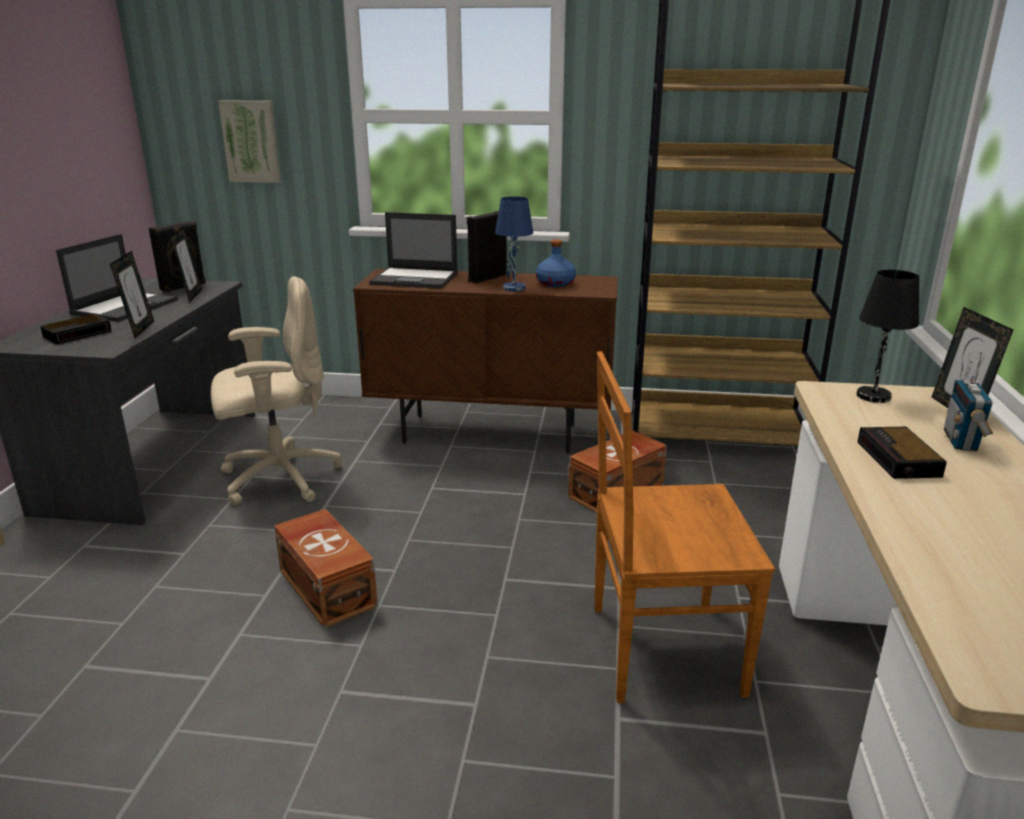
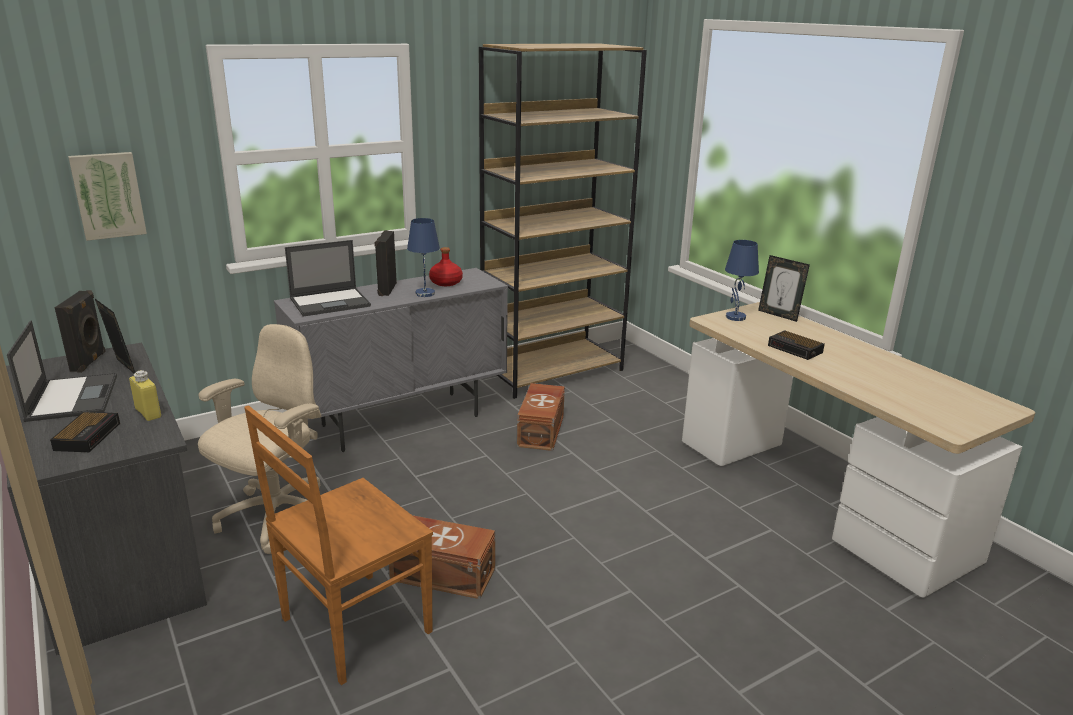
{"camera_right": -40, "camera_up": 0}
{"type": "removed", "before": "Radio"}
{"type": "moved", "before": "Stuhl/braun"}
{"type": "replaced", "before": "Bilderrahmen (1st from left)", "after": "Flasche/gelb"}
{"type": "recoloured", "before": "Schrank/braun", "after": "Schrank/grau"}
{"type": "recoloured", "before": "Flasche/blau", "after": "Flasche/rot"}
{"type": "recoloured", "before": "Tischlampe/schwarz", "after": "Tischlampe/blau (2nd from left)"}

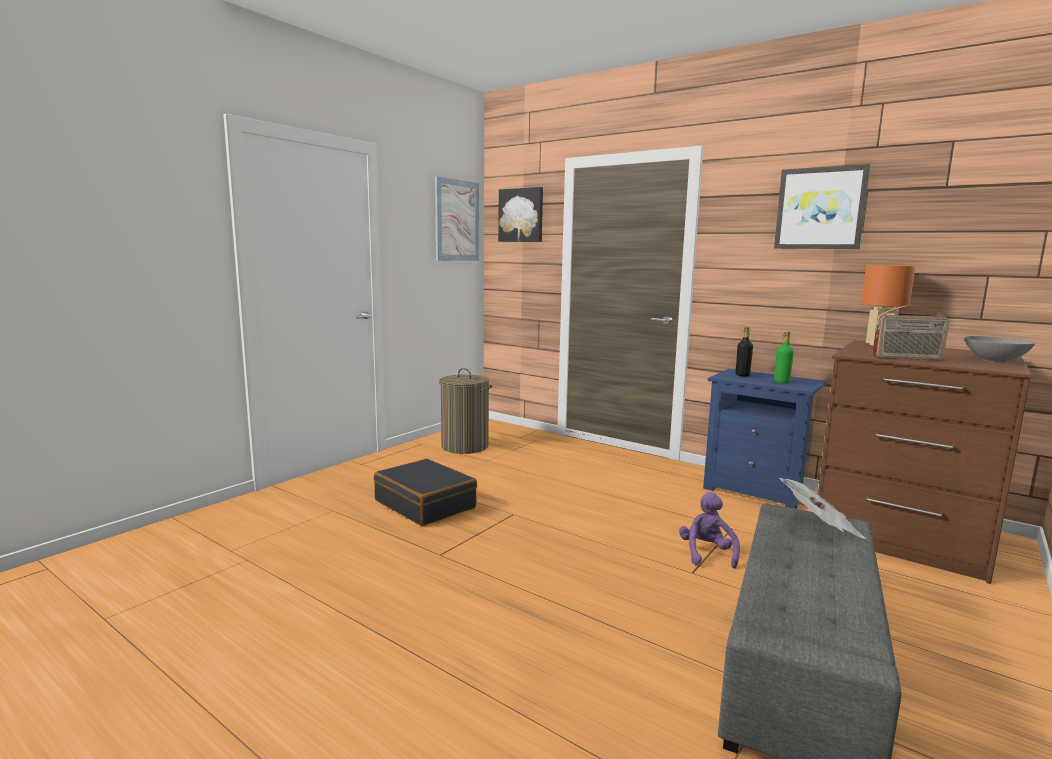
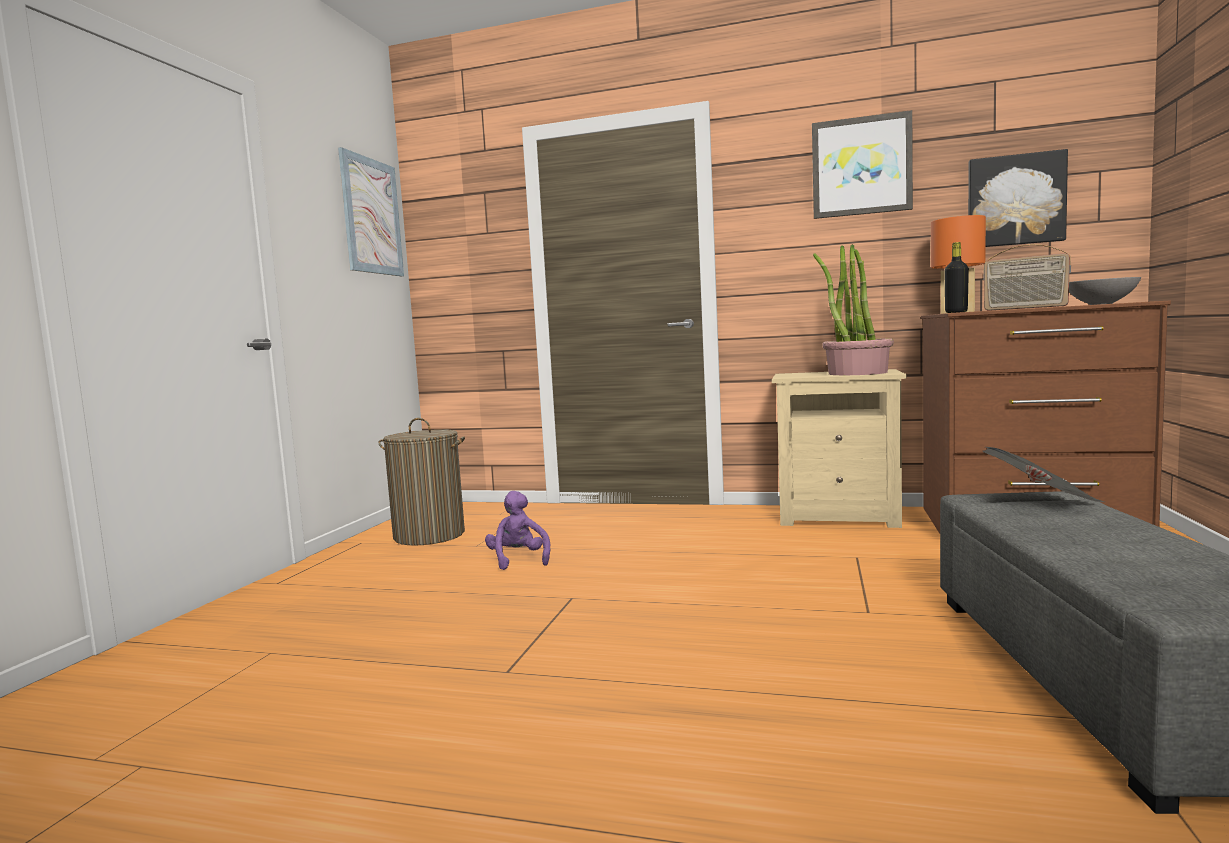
{"camera_right": -20, "camera_up": -5}
{"type": "removed", "before": "Koffer/schwarz"}
{"type": "moved", "before": "Bild (2nd from left in the first image)", "after": "Bild (3rd from left)"}
{"type": "moved", "before": "Plüschtier/lila"}
{"type": "moved", "before": "Flasche/schwarz"}
{"type": "replaced", "before": "Flasche/grün", "after": "Topfpflanze"}
{"type": "recoloured", "before": "Nachttisch/blau", "after": "Nachttisch/beige"}
{"type": "turned", "before": "Radio", "turn": 45}

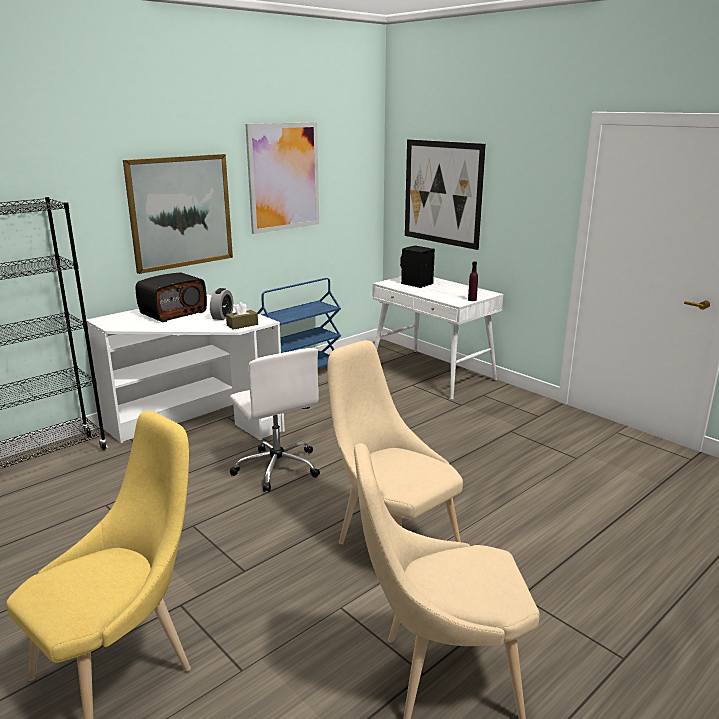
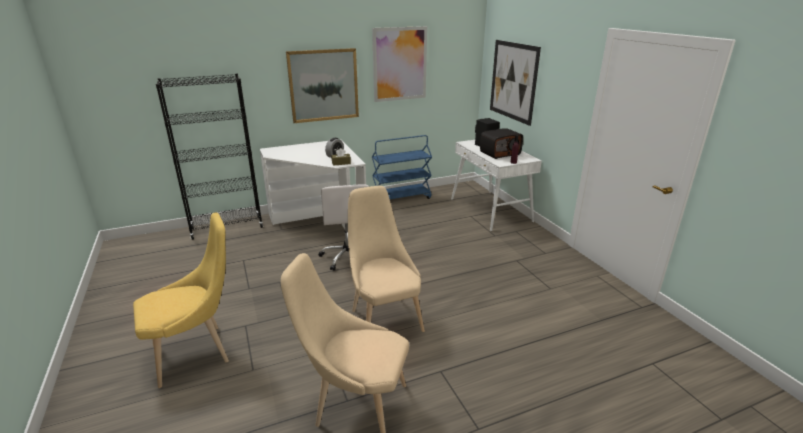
{"camera_right": 20, "camera_up": 5}
{"type": "moved", "before": "Radio"}

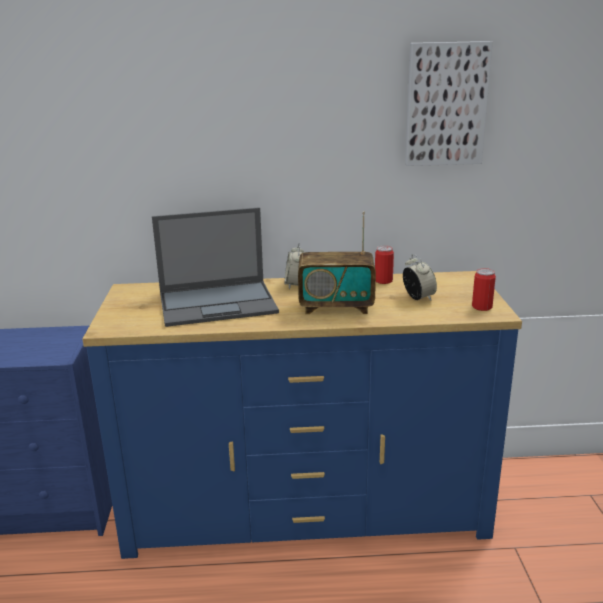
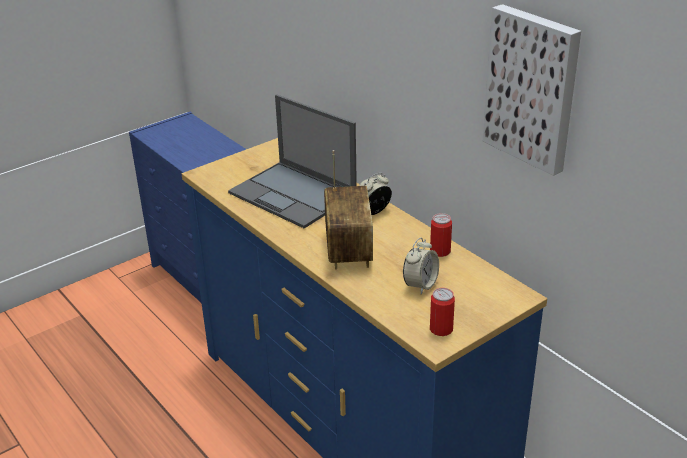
{"camera_right": 55, "camera_up": 10}
{"type": "turned", "before": "Radio", "turn": -150}

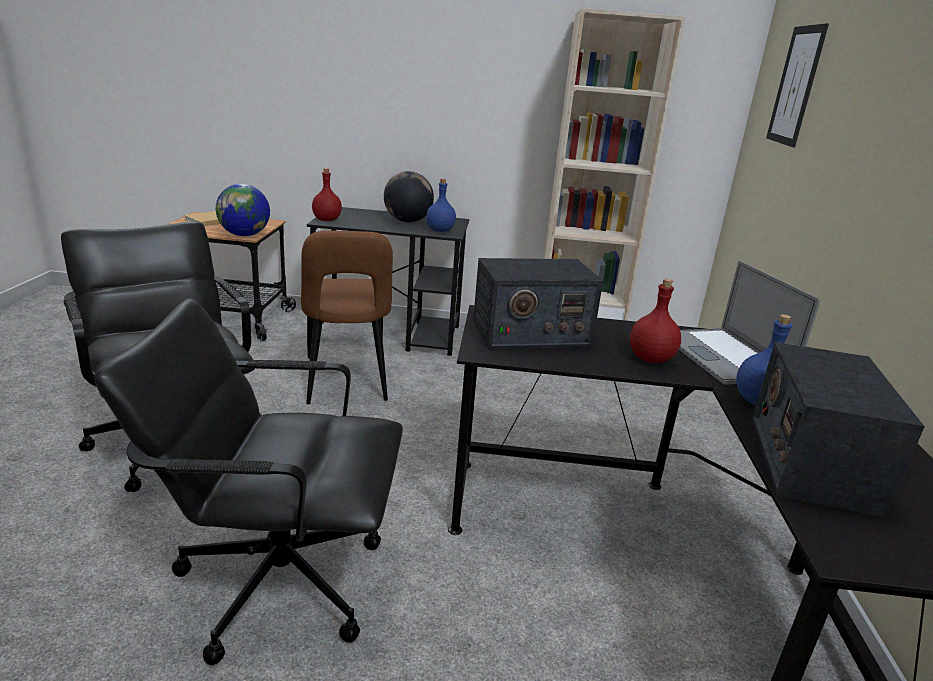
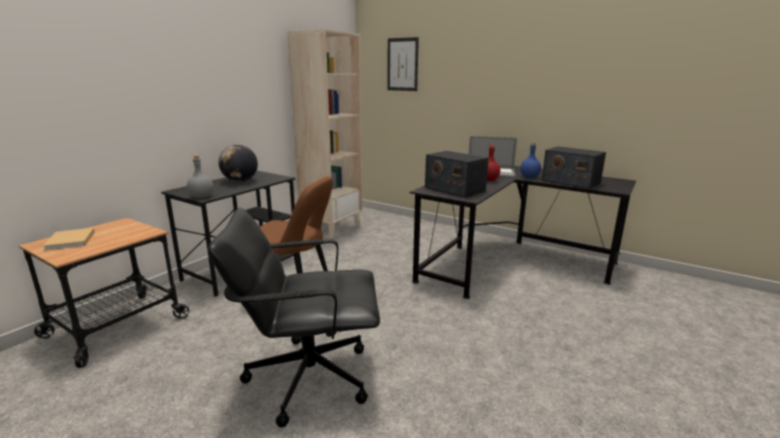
{"camera_right": -60, "camera_up": -5}
{"type": "removed", "before": "Bürostuhl/schwarz (2nd from left)"}
{"type": "removed", "before": "Globus (1st from left)"}
{"type": "removed", "before": "Flasche/blau (1st from left)"}
{"type": "recoloured", "before": "Flasche/rot (1st from left)", "after": "Flasche/grau"}
{"type": "turned", "before": "Radio (1st from left)", "turn": 120}

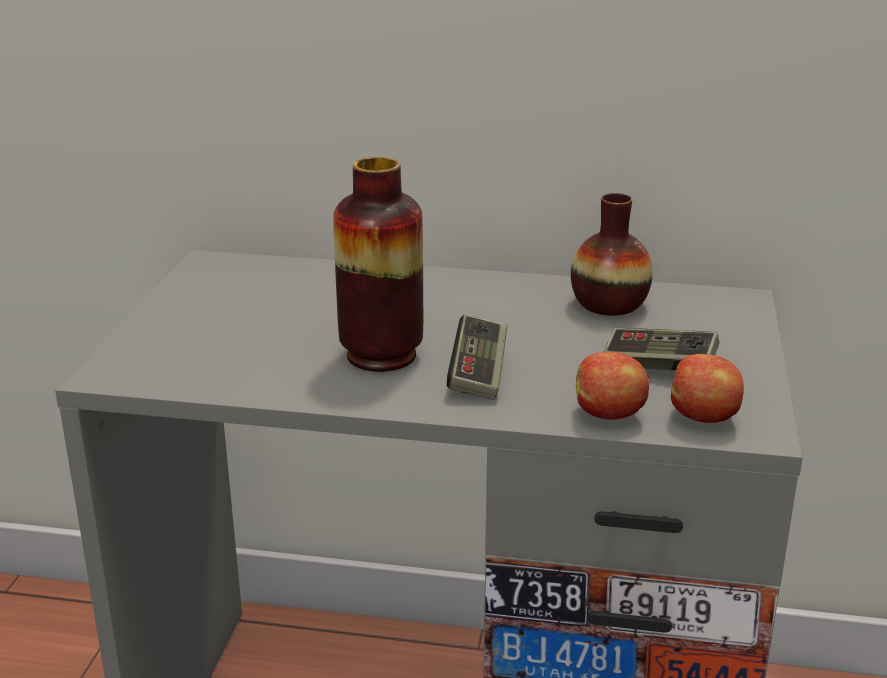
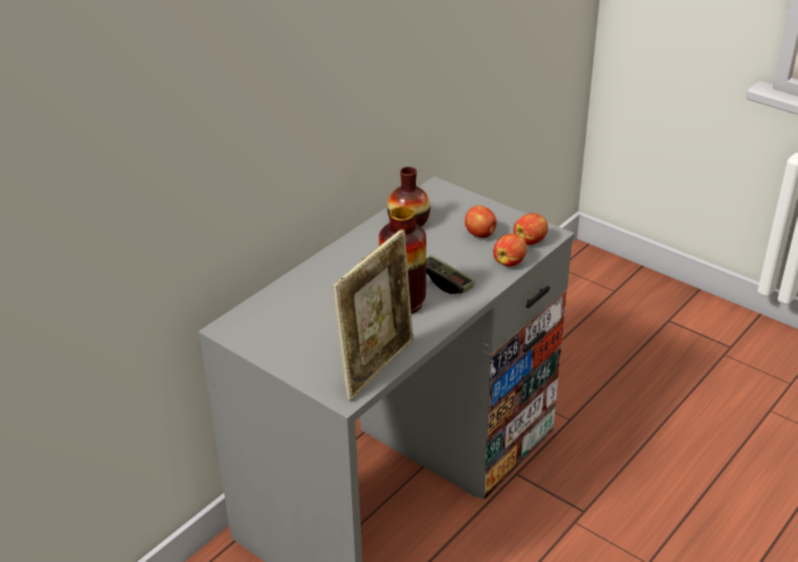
{"camera_right": -60, "camera_up": 10}
{"type": "added", "after": "Bilderrahmen"}
{"type": "replaced", "before": "Gamepad (2nd from left)", "after": "Apfel (1st from left)"}

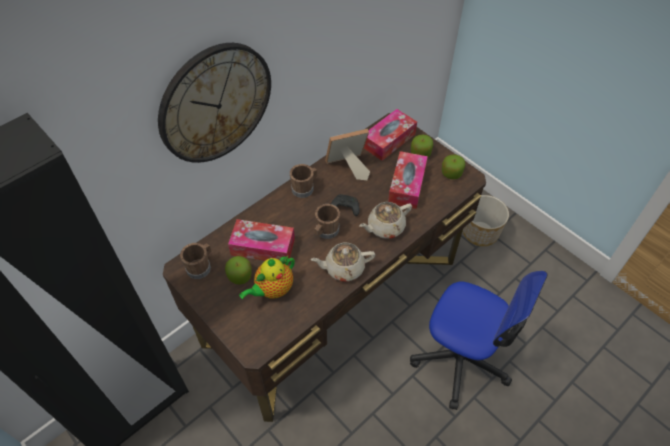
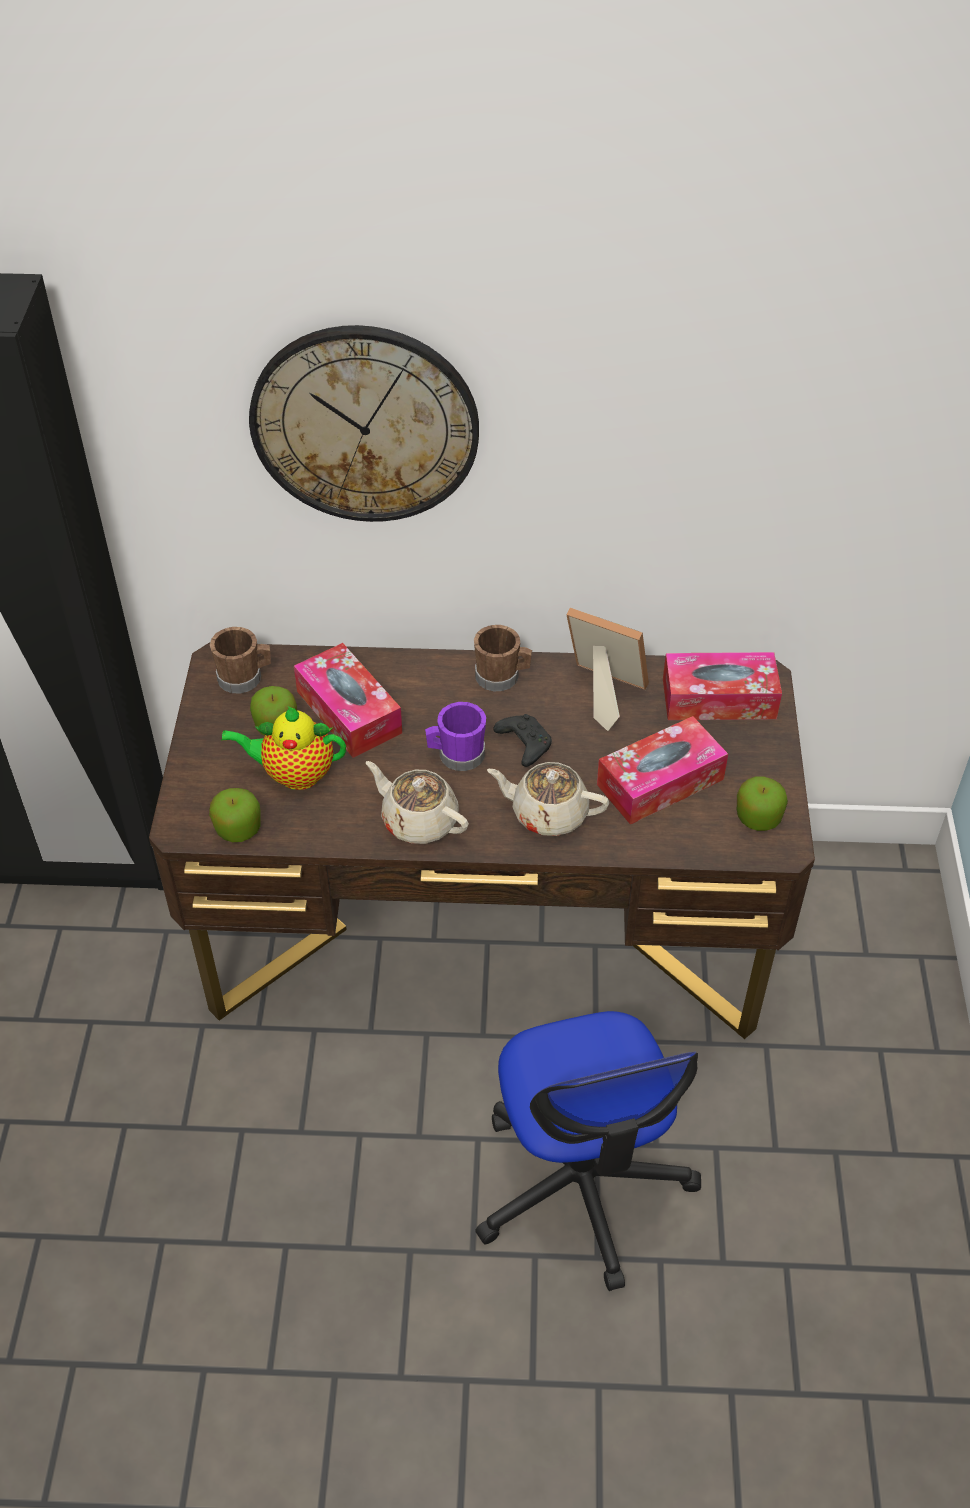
{"camera_right": 45, "camera_up": -5}
{"type": "removed", "before": "Pflanzkübel"}
{"type": "moved", "before": "Apfel (2nd from left in the first image)", "after": "Apfel (1st from left)"}
{"type": "recoloured", "before": "Henkelbecher/braun (3rd from left)", "after": "Henkelbecher/lila"}

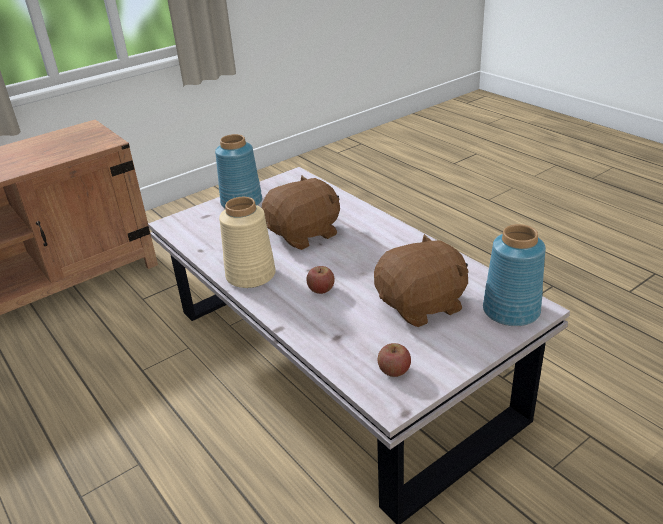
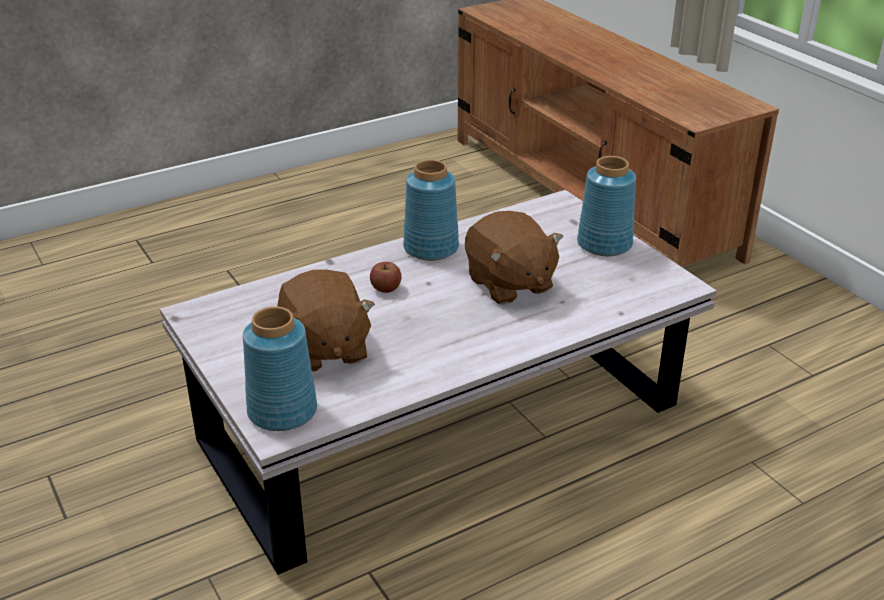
{"camera_right": 95, "camera_up": 0}
{"type": "removed", "before": "Apfel (2nd from left)"}
{"type": "recoloured", "before": "Vase/beige", "after": "Vase/blau (2nd from left)"}

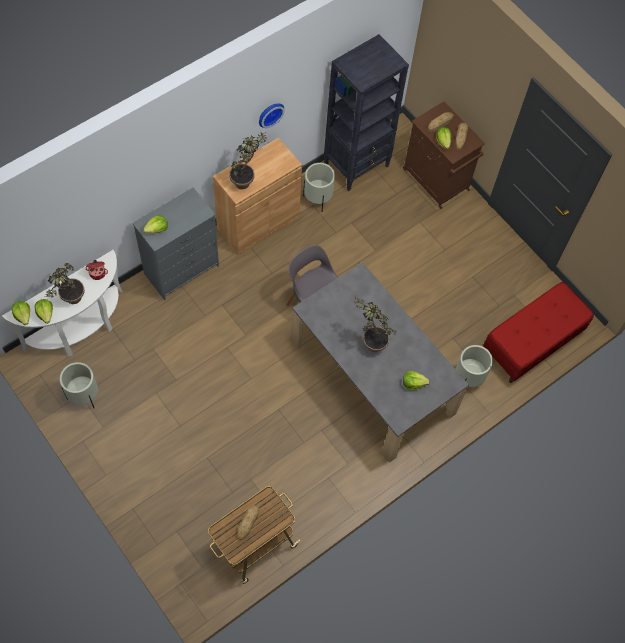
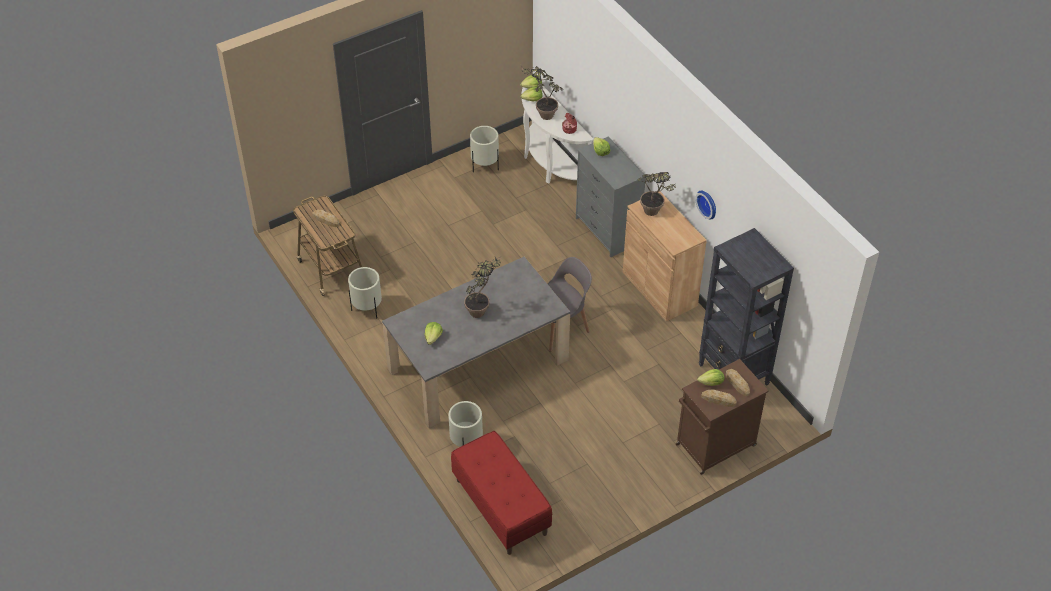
{"camera_right": 100, "camera_up": -15}
{"type": "moved", "before": "Pflanzkübel/beige (2nd from left in the first image)", "after": "Pflanzkübel/beige (1st from left)"}

